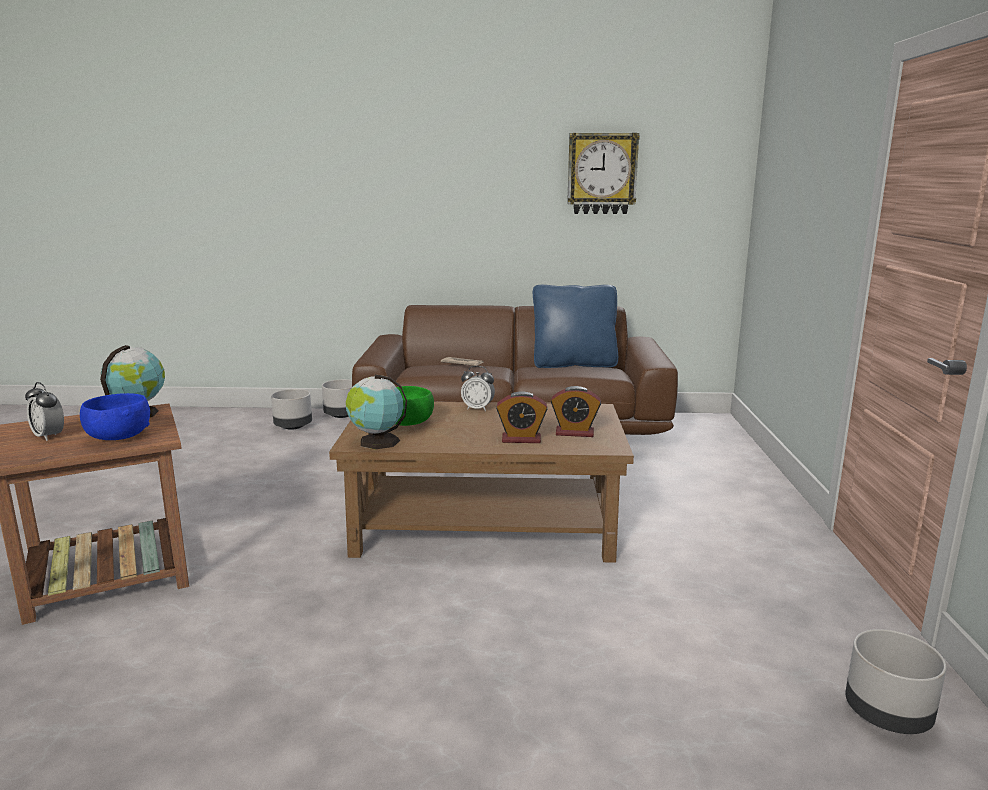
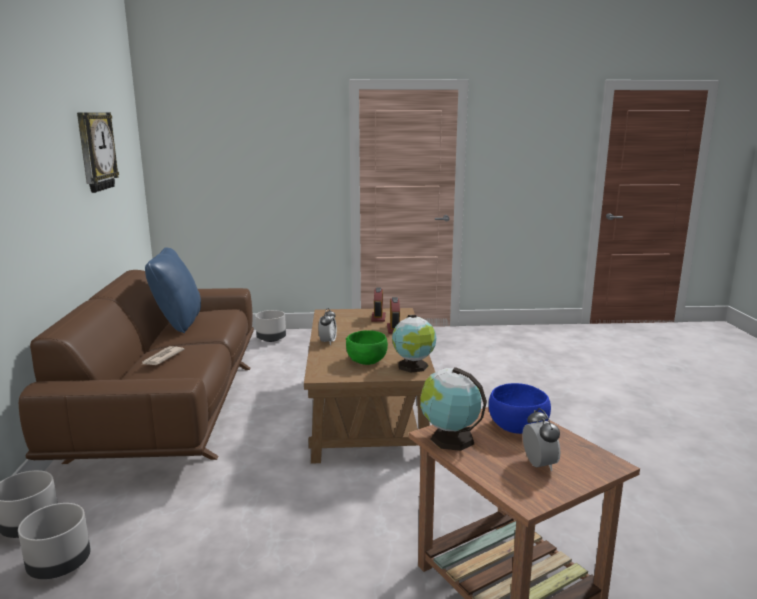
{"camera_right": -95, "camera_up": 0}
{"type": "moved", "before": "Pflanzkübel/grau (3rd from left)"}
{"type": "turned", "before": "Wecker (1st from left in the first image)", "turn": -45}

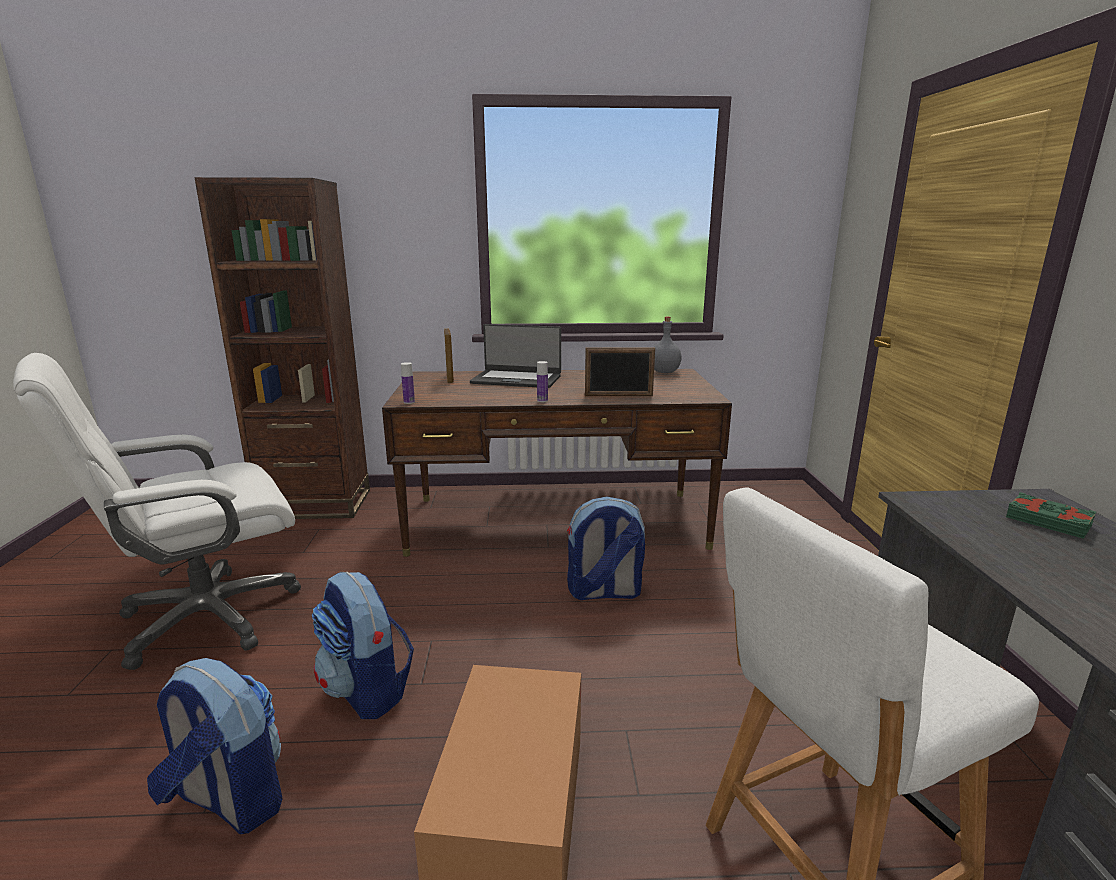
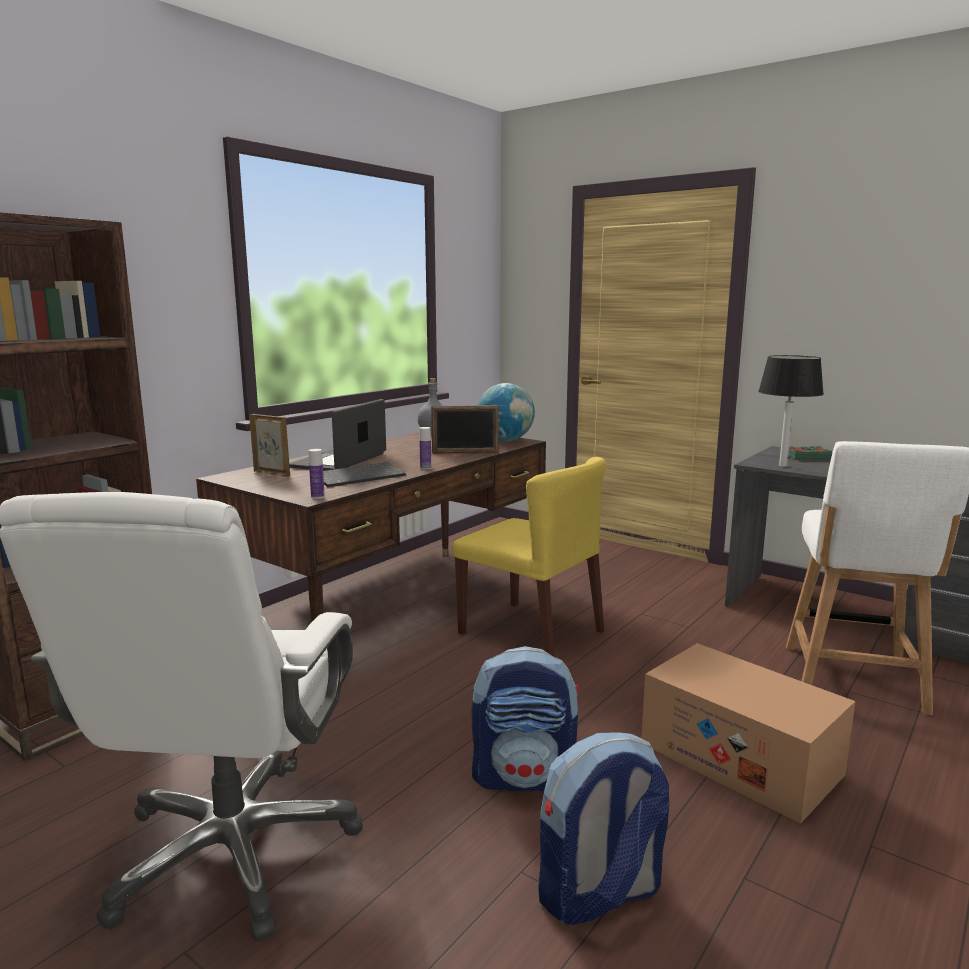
{"camera_right": -50, "camera_up": -5}
{"type": "added", "after": "Tastatur"}
{"type": "added", "after": "Globus"}
{"type": "added", "after": "Tischlampe/schwarz"}
{"type": "replaced", "before": "Rucksack (3rd from left)", "after": "Stuhl/gelb"}
{"type": "turned", "before": "Laptop", "turn": 150}
{"type": "turned", "before": "Bilderrahmen (2nd from left)", "turn": 45}

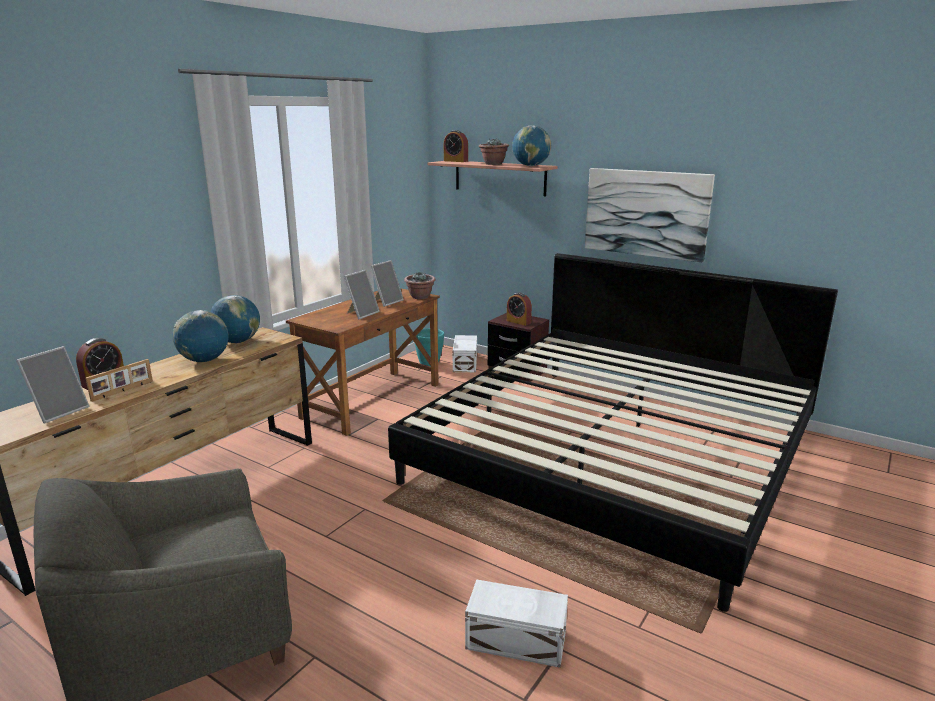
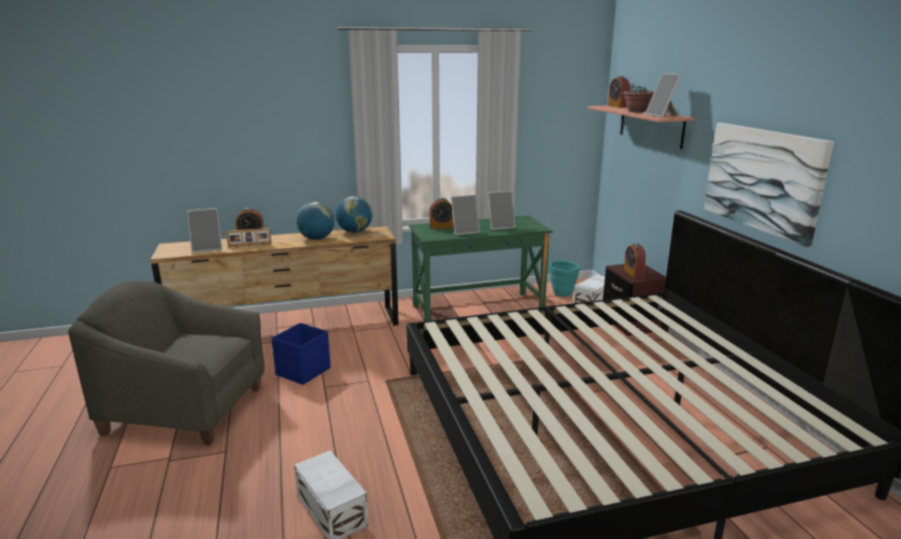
{"camera_right": 40, "camera_up": 0}
{"type": "removed", "before": "Topfpflanze (1st from left)"}
{"type": "added", "after": "Aufbewahrungsbox/blau"}
{"type": "added", "after": "Wecker (2nd from left)"}
{"type": "replaced", "before": "Globus (3rd from left)", "after": "Bilderrahmen (5th from left)"}
{"type": "recoloured", "before": "Schreibtisch/braun", "after": "Schreibtisch/grün"}

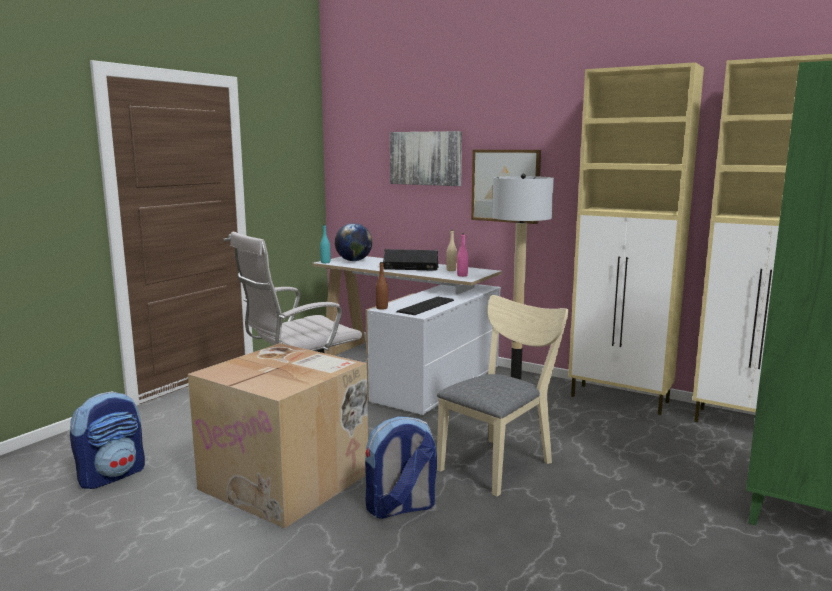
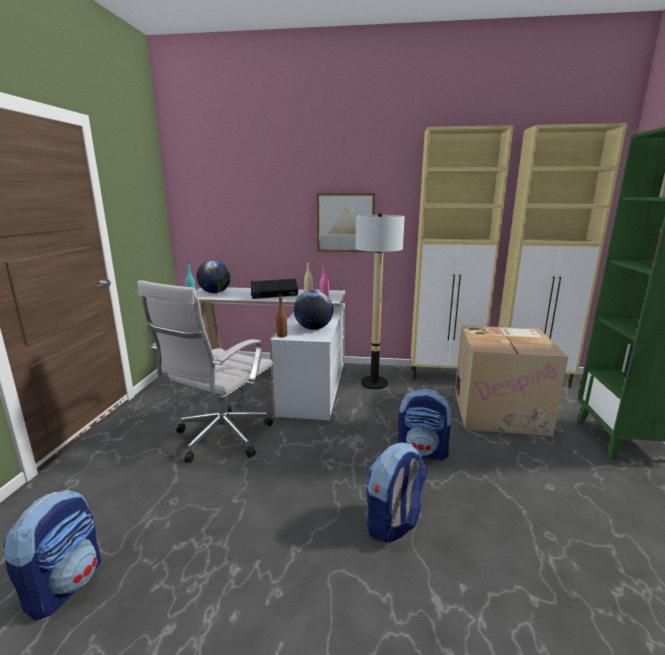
{"camera_right": -25, "camera_up": 5}
{"type": "removed", "before": "Bild (1st from left)"}
{"type": "moved", "before": "Karton"}
{"type": "replaced", "before": "Tastatur", "after": "Globus (2nd from left)"}
{"type": "replaced", "before": "Stuhl/beige", "after": "Rucksack (3rd from left)"}

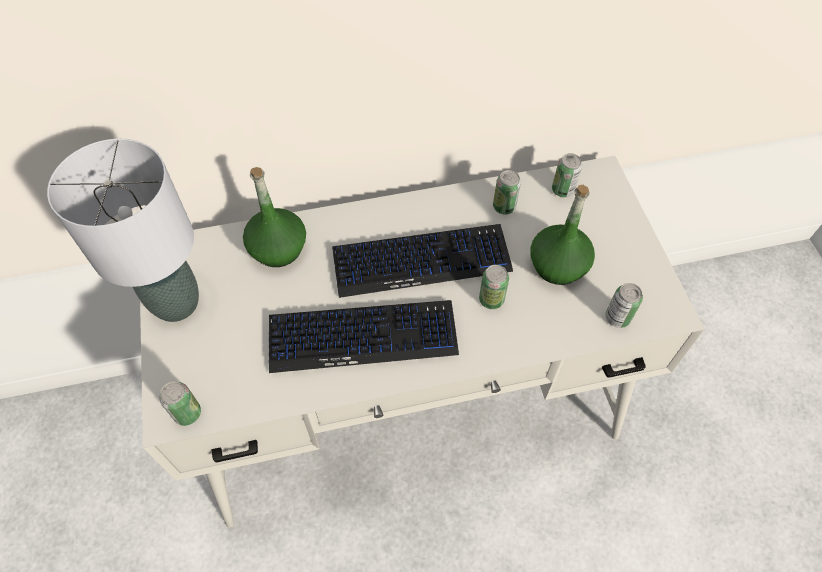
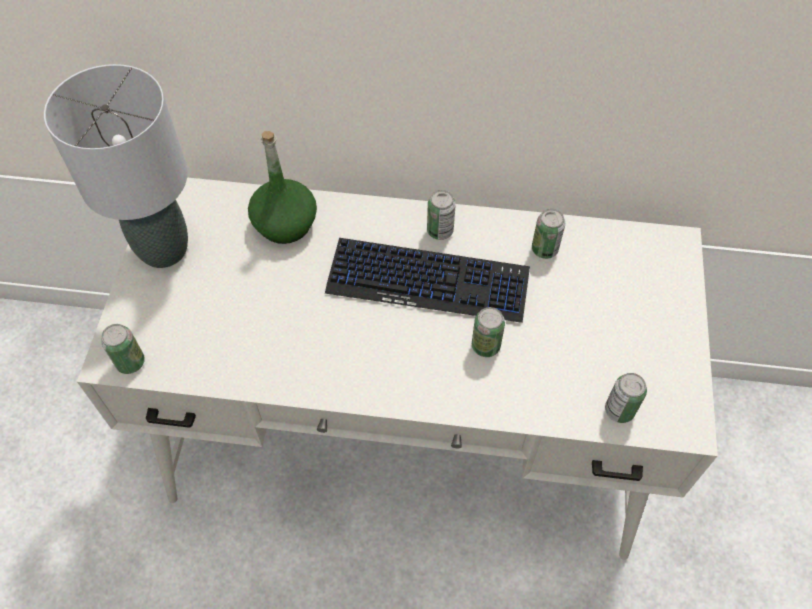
{"camera_right": 20, "camera_up": 0}
{"type": "removed", "before": "Tastatur (1st from left)"}
{"type": "removed", "before": "Flasche/grün (2nd from left)"}
{"type": "moved", "before": "Dose (4th from left in the first image)", "after": "Dose (2nd from left)"}

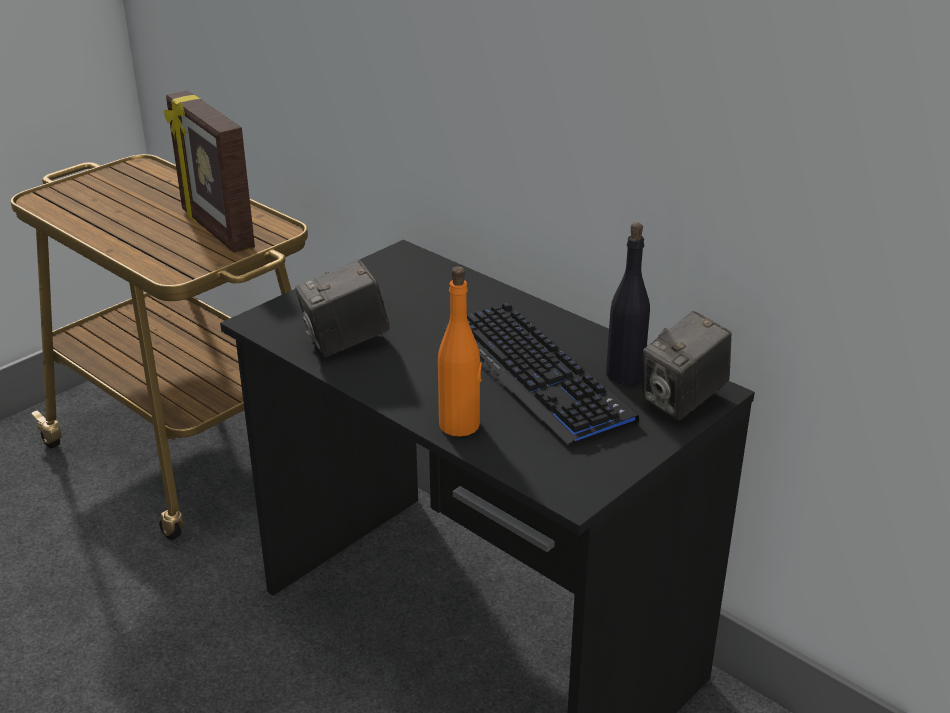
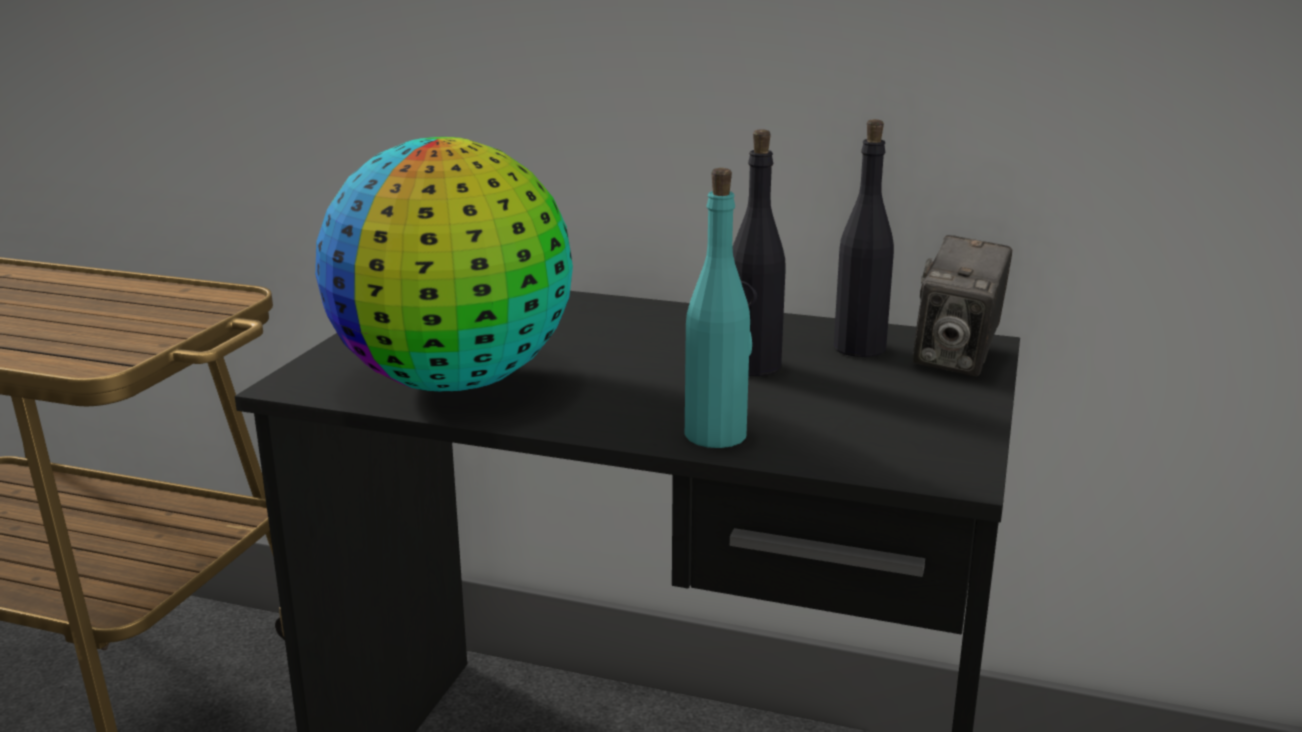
{"camera_right": -25, "camera_up": -10}
{"type": "removed", "before": "Bilderrahmen"}
{"type": "replaced", "before": "Kamera (1st from left)", "after": "Globus"}
{"type": "replaced", "before": "Tastatur", "after": "Flasche/schwarz (1st from left)"}
{"type": "recoloured", "before": "Flasche/orange", "after": "Flasche/türkis"}

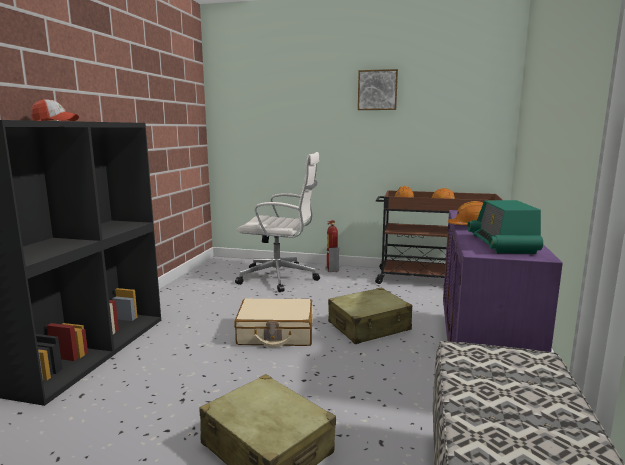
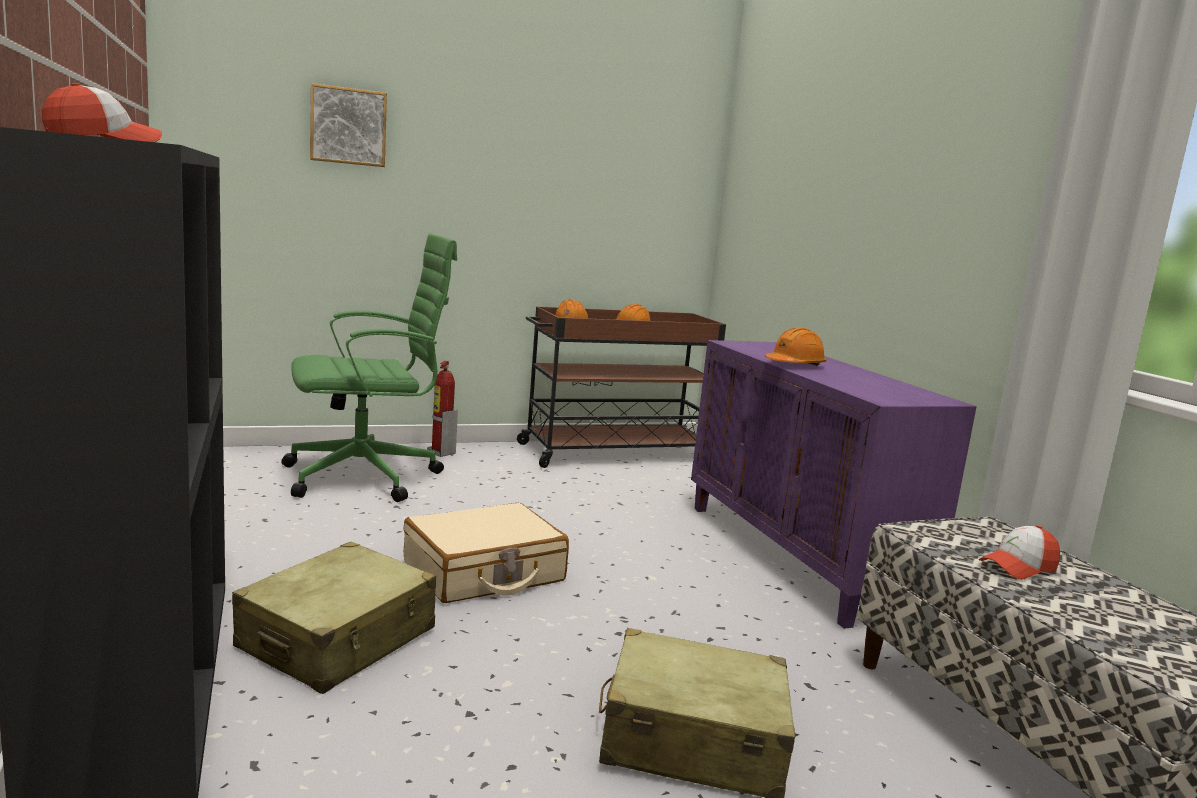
{"camera_right": -35, "camera_up": 0}
{"type": "removed", "before": "Radio"}
{"type": "added", "after": "Kappe (2nd from left)"}
{"type": "moved", "before": "Koffer/beige (3rd from left in the first image)", "after": "Koffer/beige (1st from left)"}
{"type": "moved", "before": "Bild"}
{"type": "recoloured", "before": "Bürostuhl/weiß", "after": "Bürostuhl/grün"}

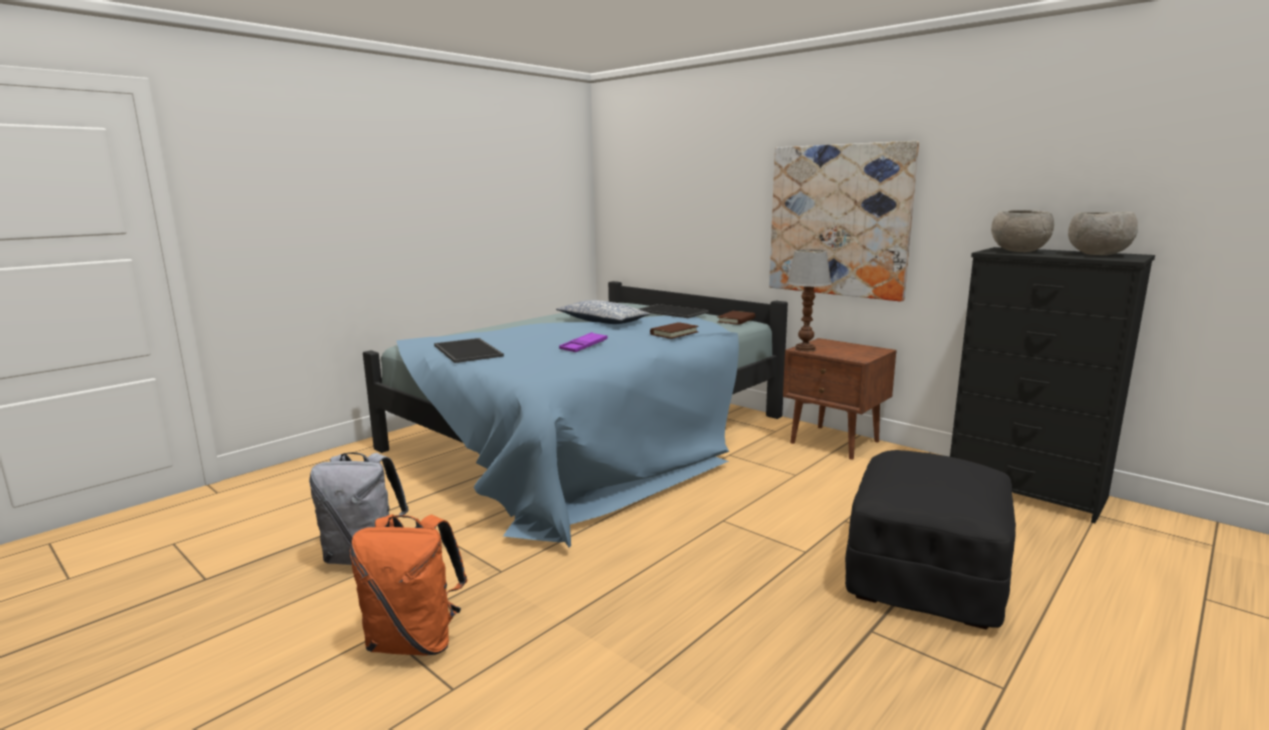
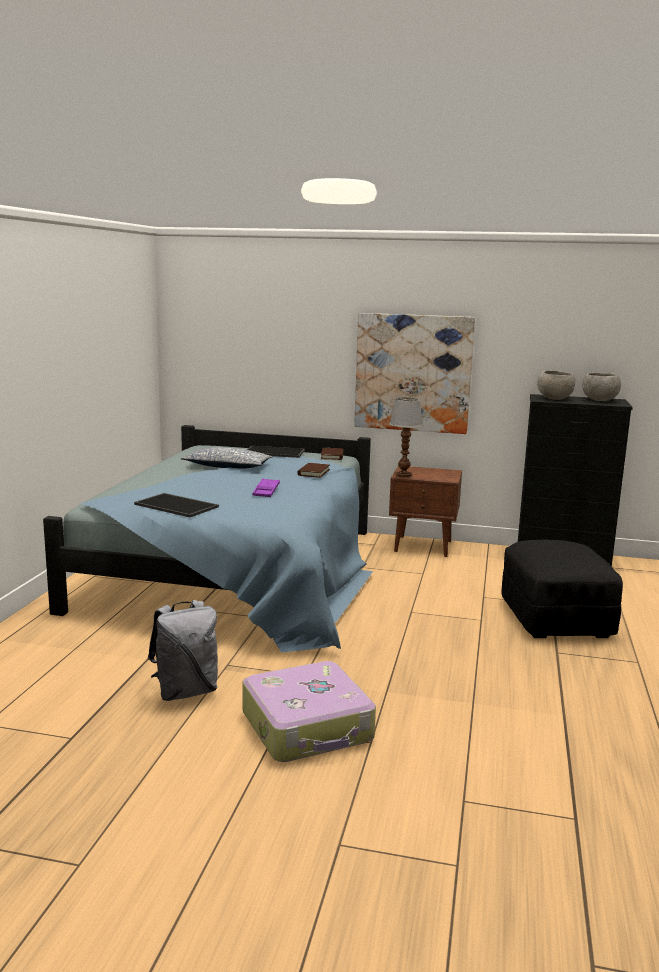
{"camera_right": -30, "camera_up": 0}
{"type": "replaced", "before": "Rucksack/orange", "after": "Koffer"}

